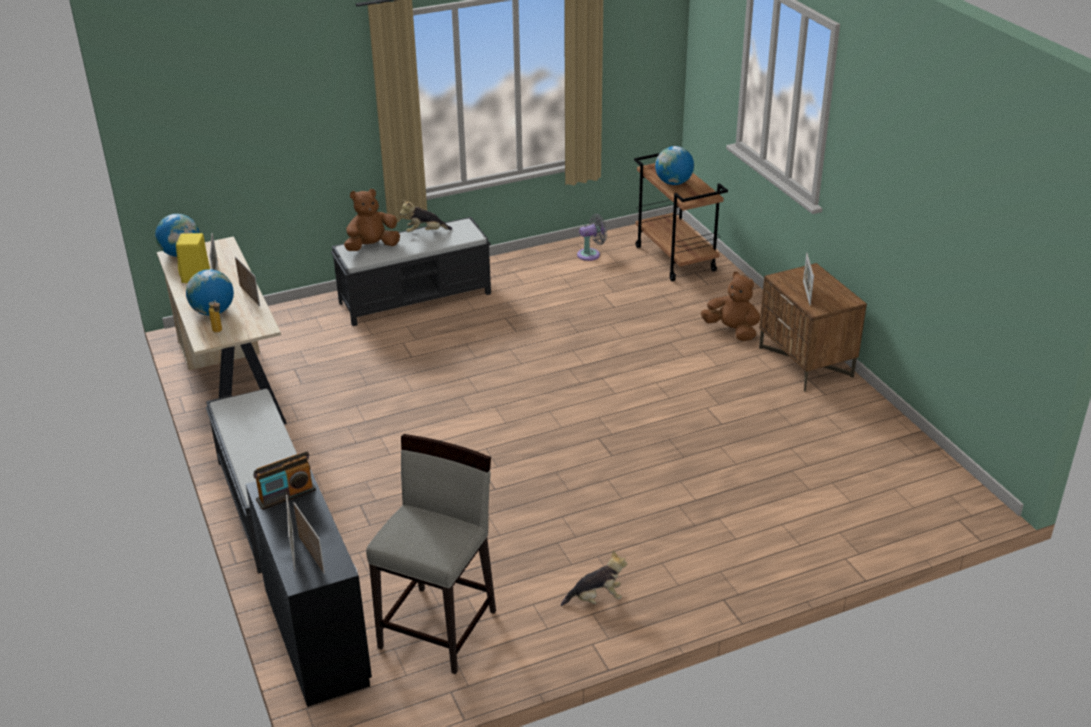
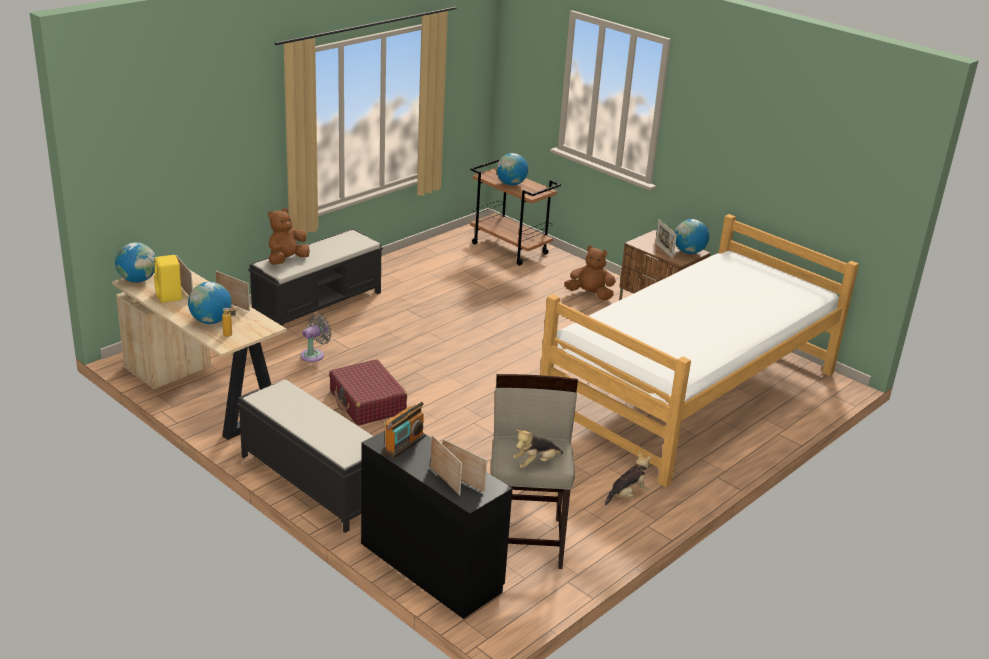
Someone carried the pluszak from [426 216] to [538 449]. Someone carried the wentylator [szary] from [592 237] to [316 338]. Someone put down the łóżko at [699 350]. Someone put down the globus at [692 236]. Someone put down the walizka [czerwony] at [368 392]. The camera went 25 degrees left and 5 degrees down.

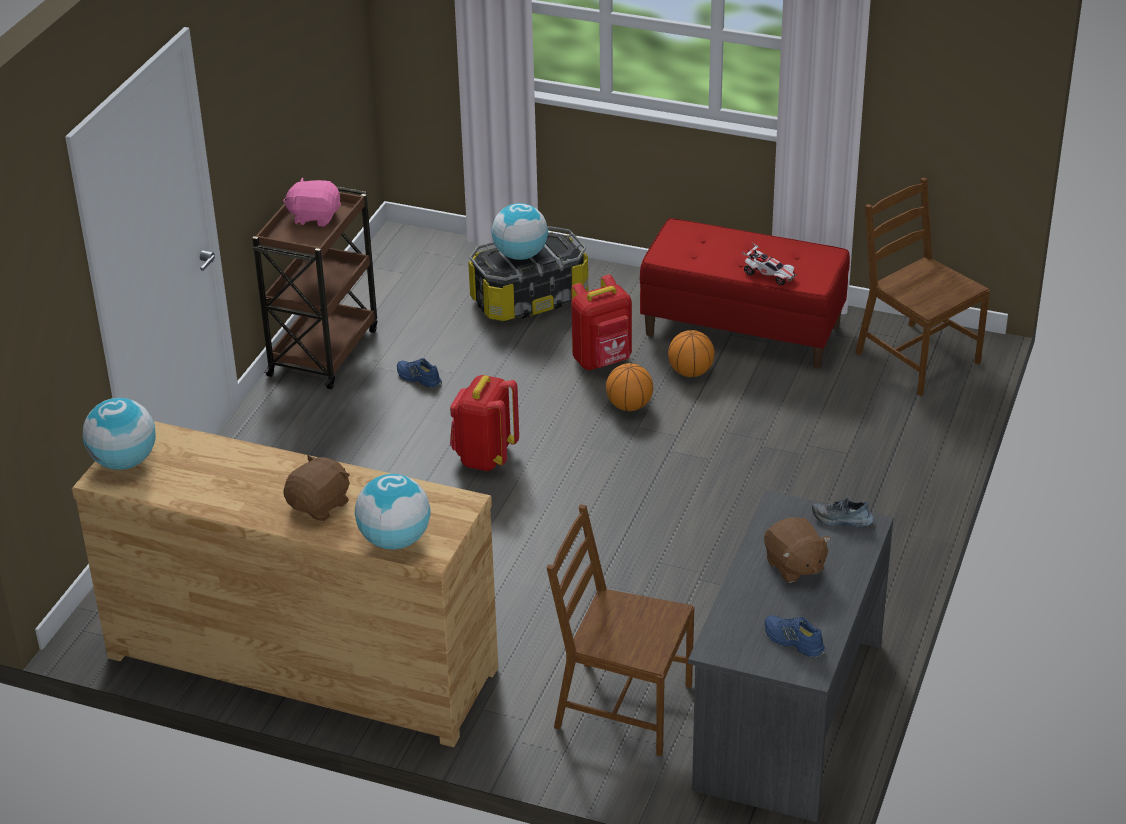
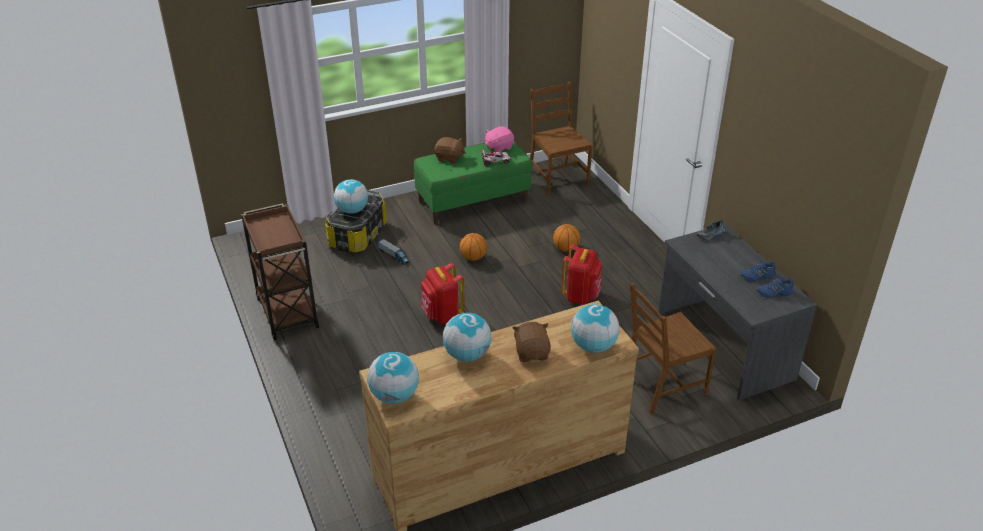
Someone carried the pluszak [różowy] from [312 202] to [499 139]. Someone rotated the krzesło [brązowy] at [922 286] by 60 degrees clockwise. Someone repainted the ławka [czerwony] at [745 293], which became the ławka [zielony] at [473 182]. Someone carried the plecak [czerwony] from [601 322] to [581 274]. Someone carried the piłka do koszykówki from [691 353] to [566 238]. Someone carried the but [niebieski] from [419 373] to [758 271]. Someone carried the pluszak [brązowy] from [797 550] to [450 150]. Someone put down the ciężarówka zabawkowa at [393 252]. Someone put down the globus at [467 337]. The camera went 45 degrees left and 0 degrees up.

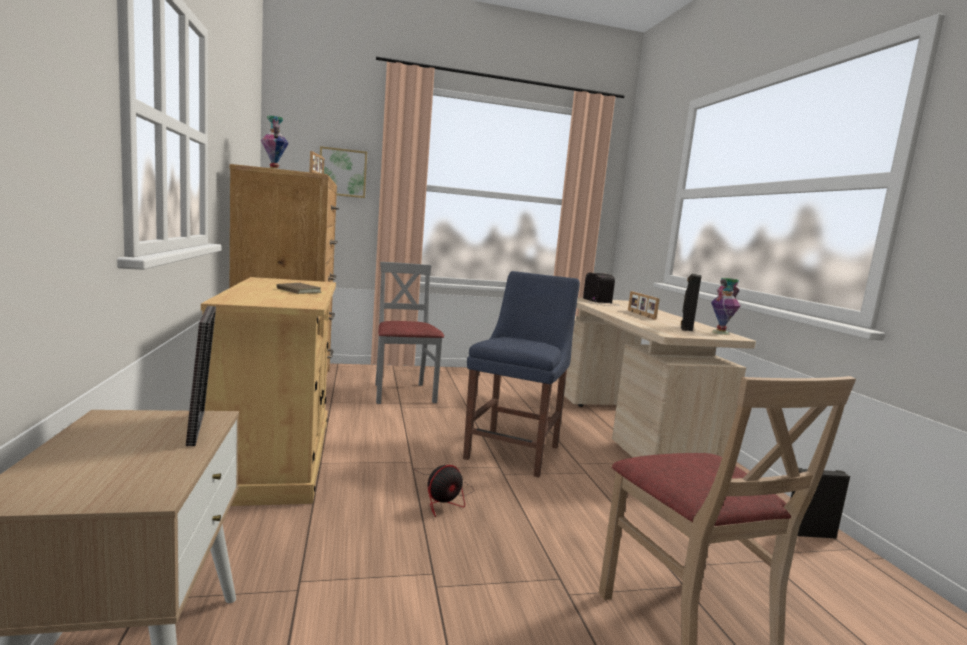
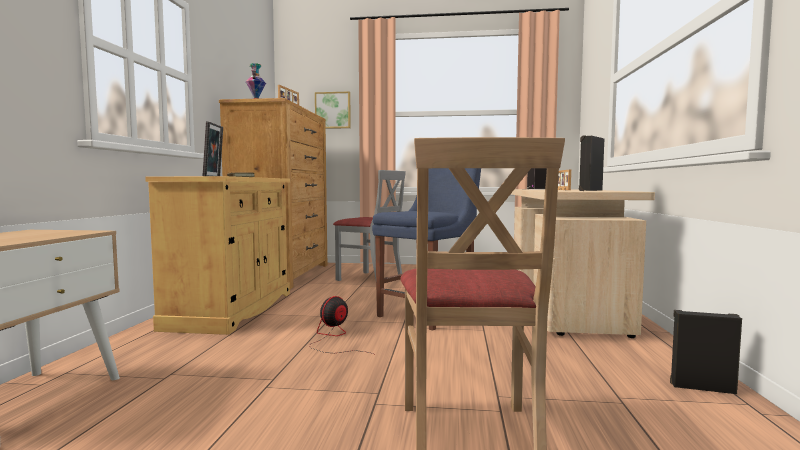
Someone rotated the krzesło [szary] at [409 333] by 120 degrees clockwise. Someone took away the wazon at [726 306]. Someone carried the ramka na zdjęcie from [201 376] to [213 149]. Someone rotated the wentylator at [444 491] by 150 degrees clockwise. The camera went 20 degrees right and 5 degrees down.

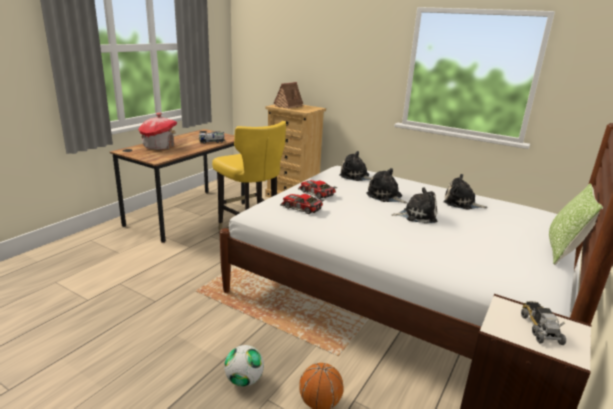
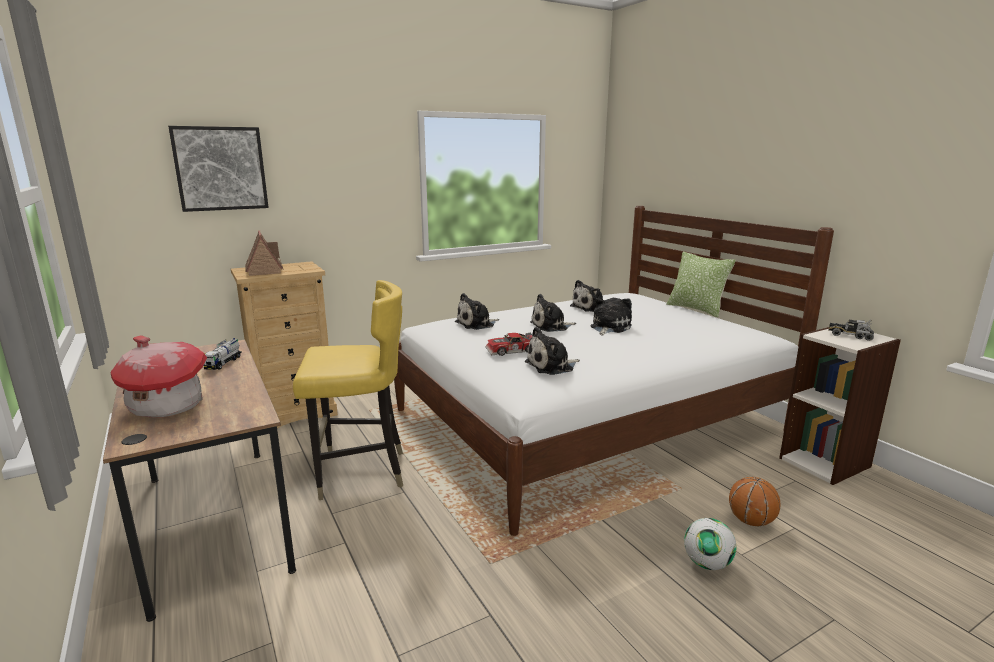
Someone swapped the samochodzik at [302 204] for the pluszak at [552 351]. Someone put up the obraz at [218 169]. The camera went 60 degrees left and 5 degrees down.

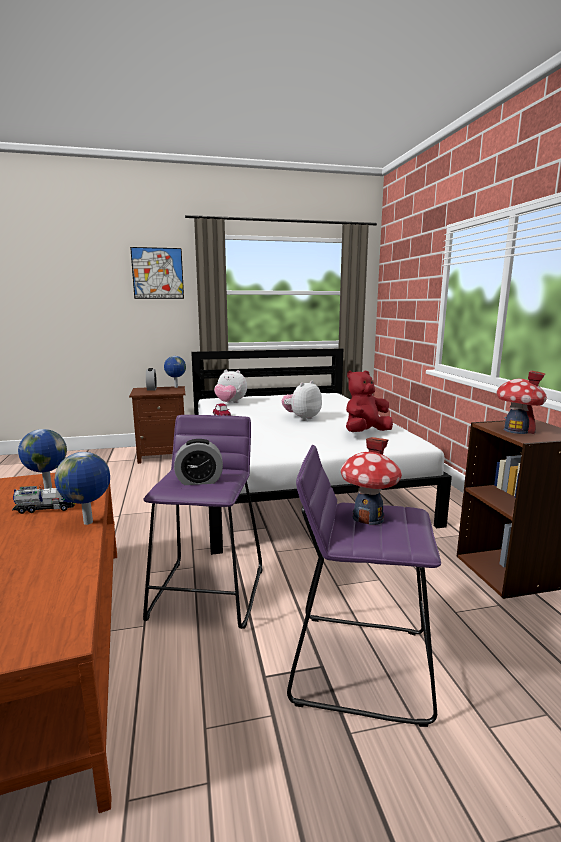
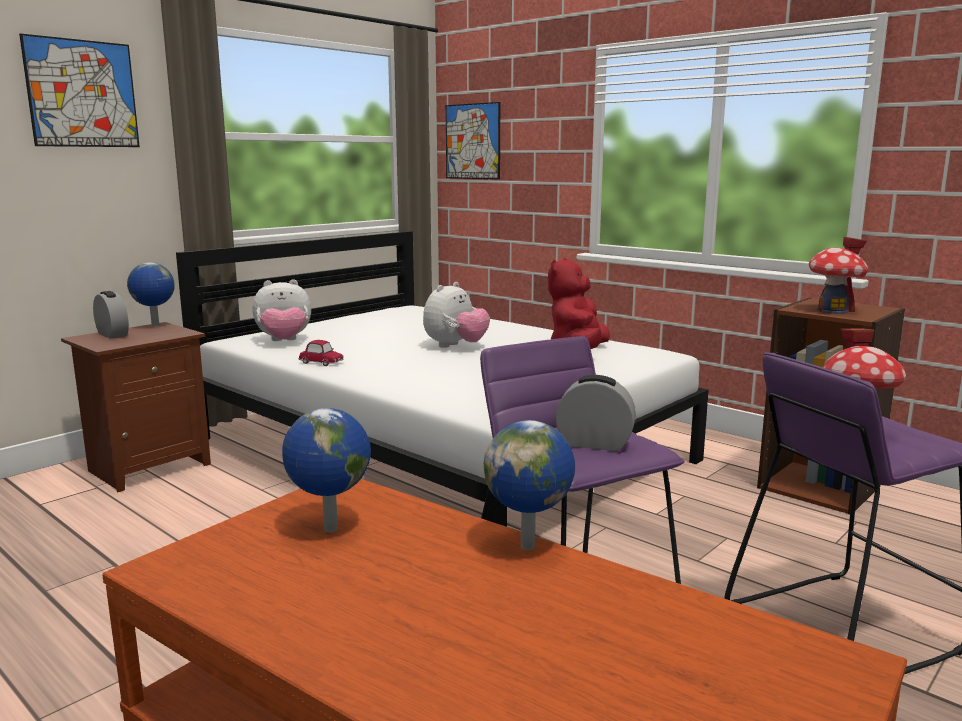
Someone rotated the pluszak at [302 400] by 150 degrees counterclockwise. Someone rotated the budzik at [198 462] by 120 degrees counterclockwise. Someone took away the ciężarówka zabawkowa at [44 499]. Someone put up the obraz at [473 140]. The camera went 35 degrees left and 0 degrees up.

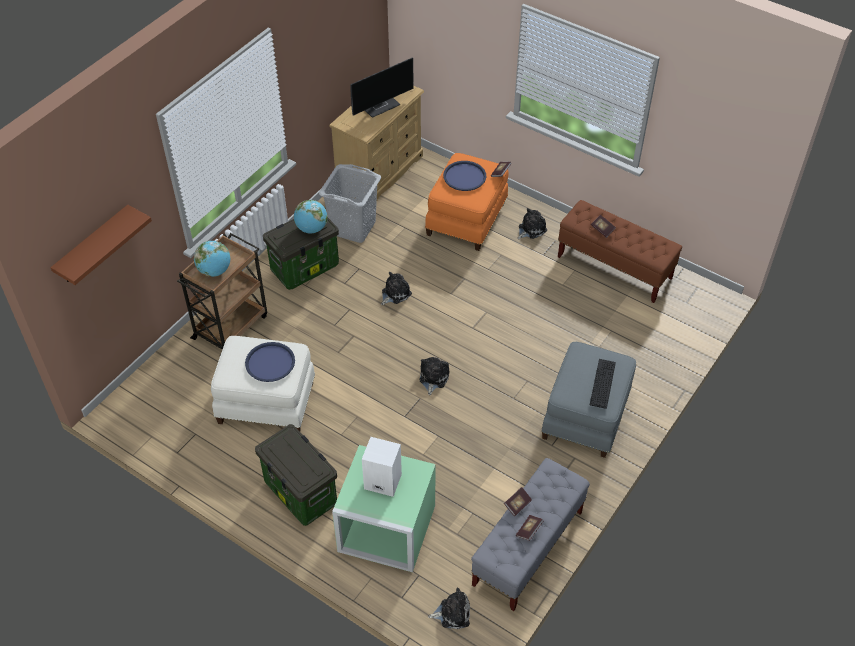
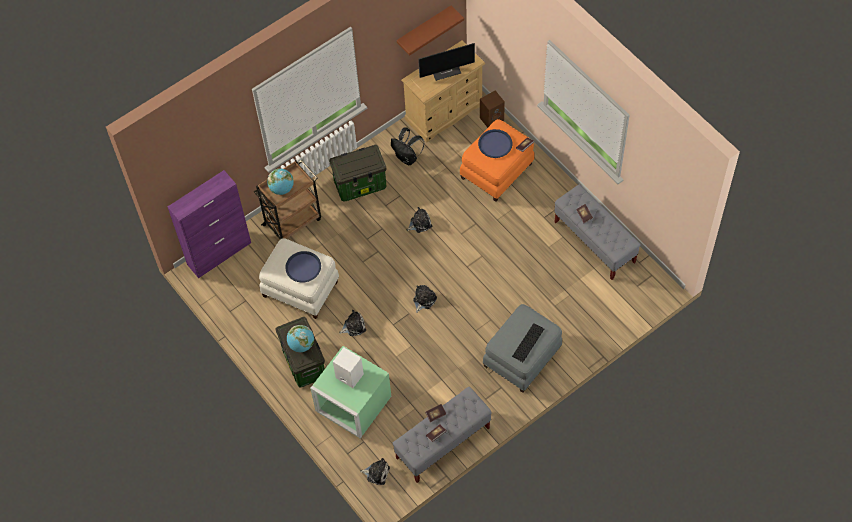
Someone swapped the kosz na pranie [szary] at [350 203] for the plecak [czarny] at [408 146]. Someone carried the globus from [311 216] to [300 338]. Someone repainted the ławka [brązowy] at [620 251], which became the ławka [szary] at [597 232]. Someone carried the półka [brązowy] from [101 245] to [430 30]. Someone carried the pluszak from [532 223] to [352 323]. Someone put down the głośnik [brązowy] at [492 109]. Someone put down the szafka [fioletowy] at [209 224]. The camera went 20 degrees right and 10 degrees up.

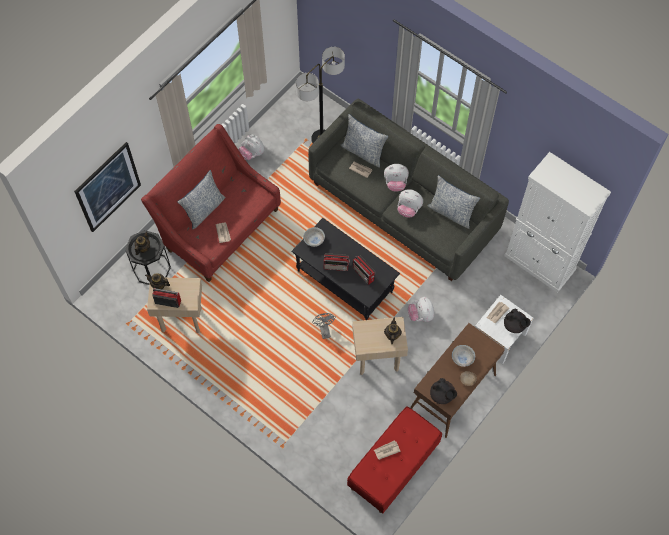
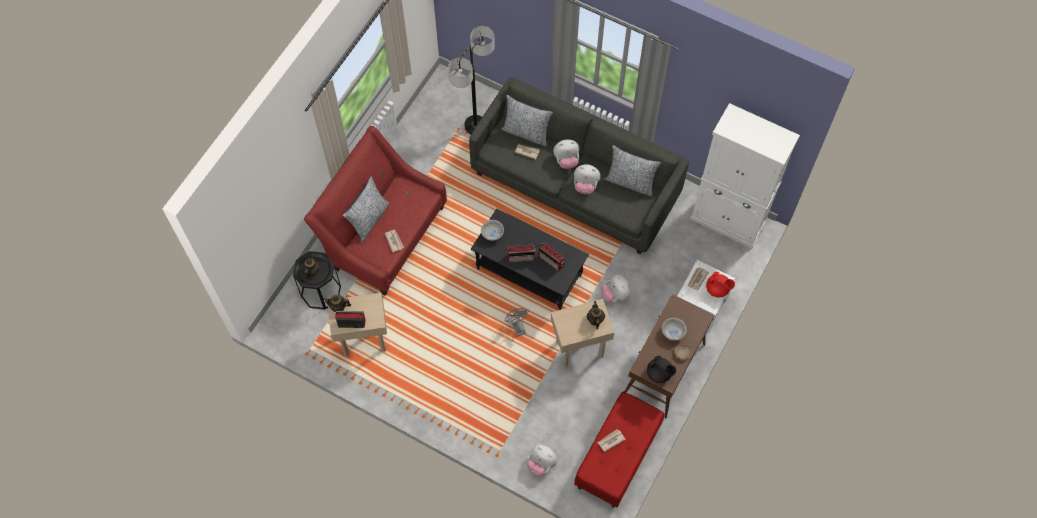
Someone carried the pluszak from [252 147] to [542 460]. Someone took away the obraz at [107 187]. Someone repainted the imbryk [czarny] at [517 321], which became the imbryk [czerwony] at [720 284]. The camera went 10 degrees left and 0 degrees up.

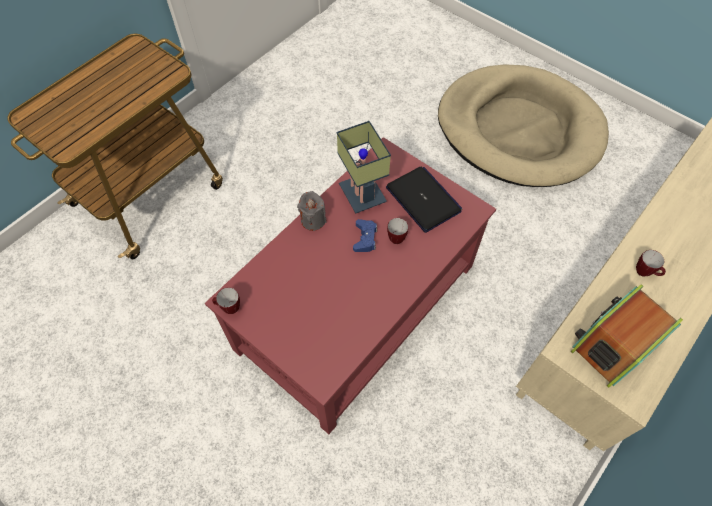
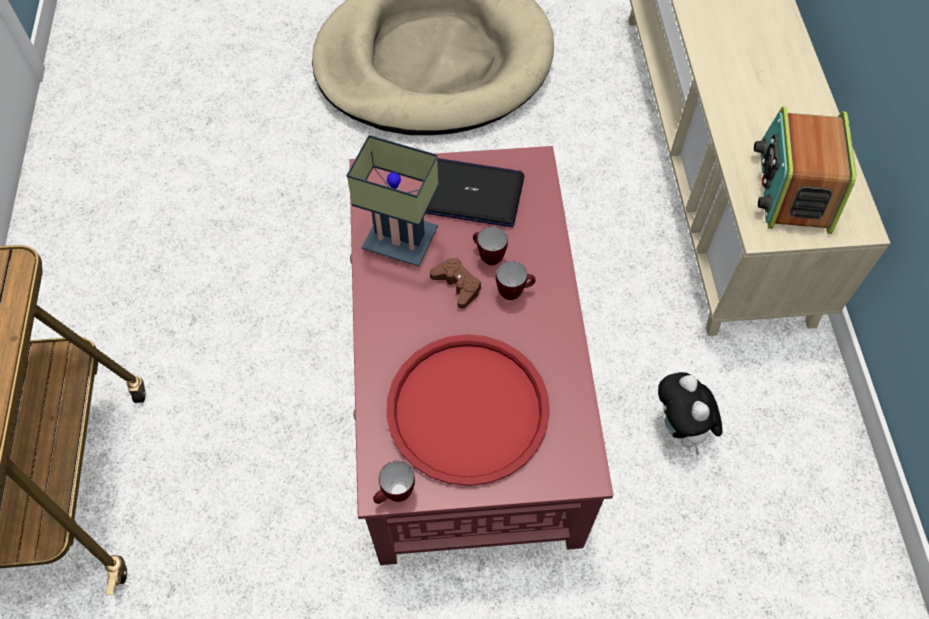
Someone took away the świeca [szary] at [312 211]. Someone repainted the pad do gier [niebieski] at [365 235], which became the pad do gier [brązowy] at [455 283]. Someone carried the kubek from [651 263] to [516 280]. Someone put down the taca [czerwony] at [468 410]. Someone put down the pluszak at [690 413]. The camera went 45 degrees left and 0 degrees up.

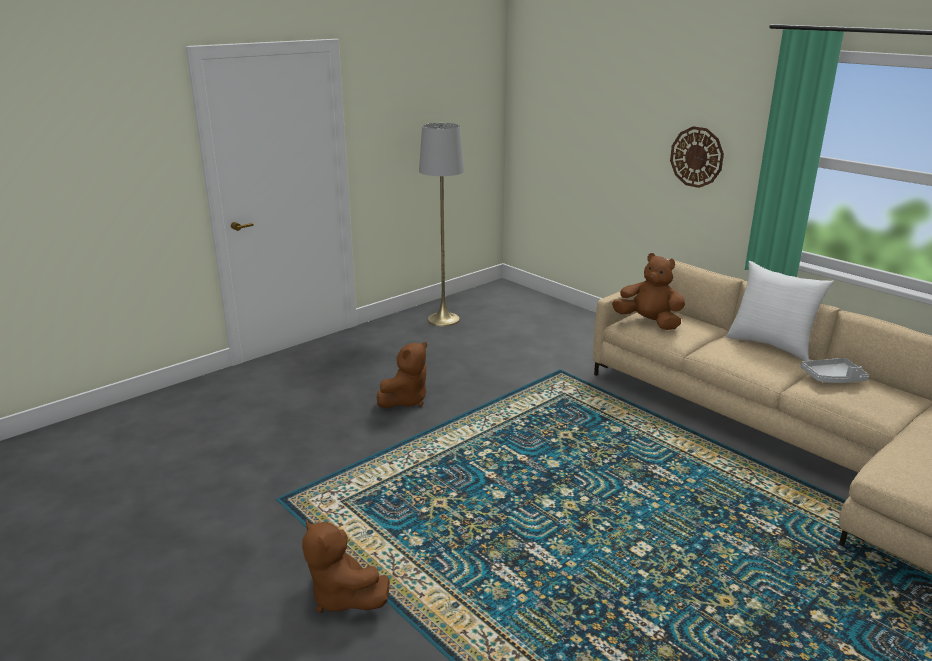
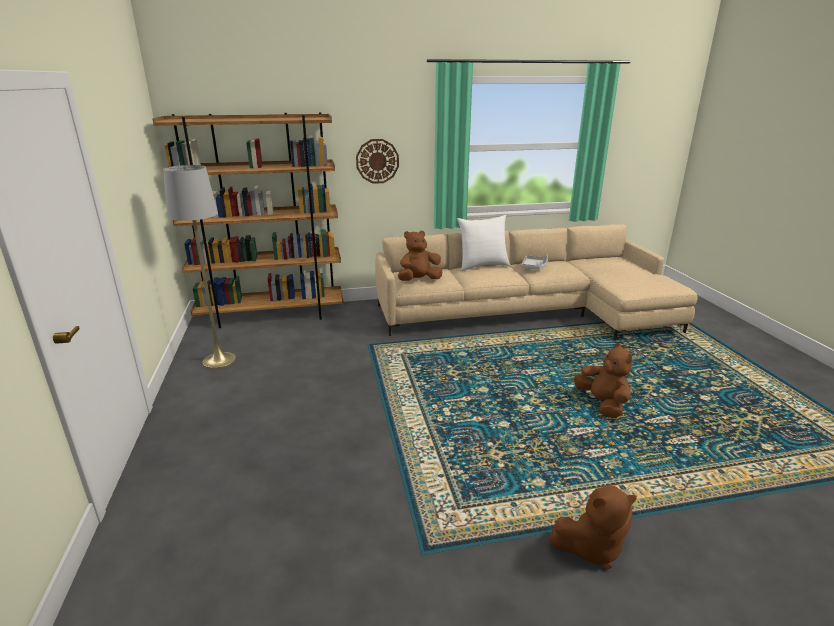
Someone carried the pluszak [brązowy] from [402 375] to [603 380]. Someone put down the regał [brązowy] at [248 220]. The camera went 60 degrees left and 0 degrees up.

